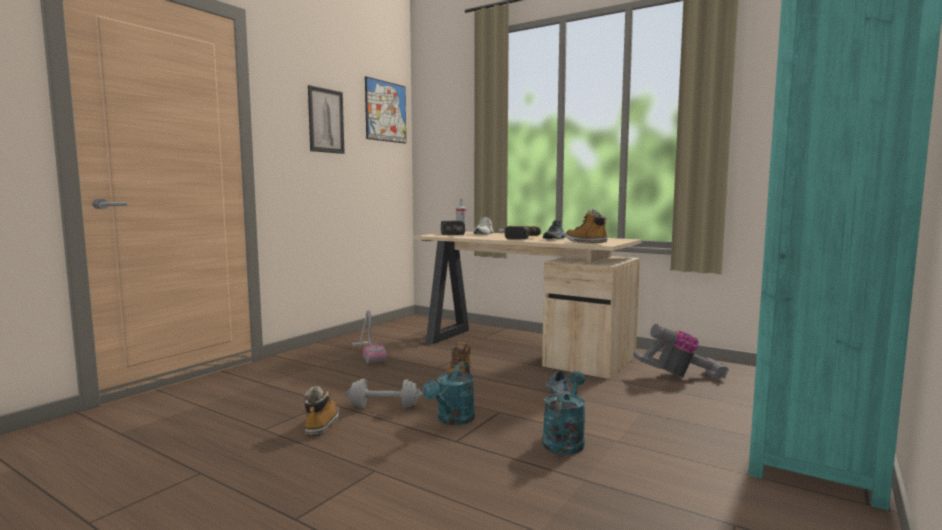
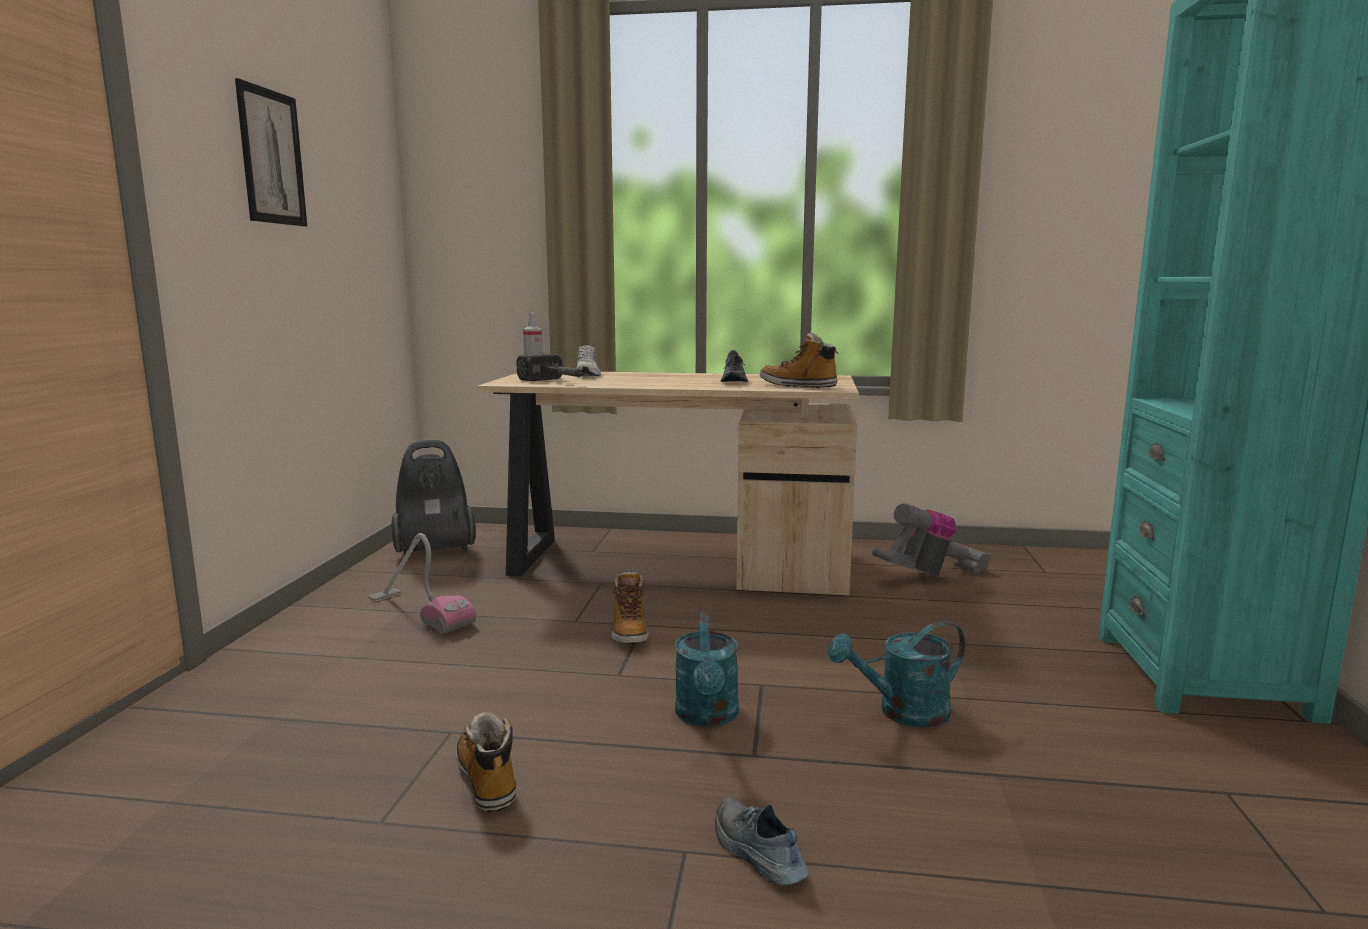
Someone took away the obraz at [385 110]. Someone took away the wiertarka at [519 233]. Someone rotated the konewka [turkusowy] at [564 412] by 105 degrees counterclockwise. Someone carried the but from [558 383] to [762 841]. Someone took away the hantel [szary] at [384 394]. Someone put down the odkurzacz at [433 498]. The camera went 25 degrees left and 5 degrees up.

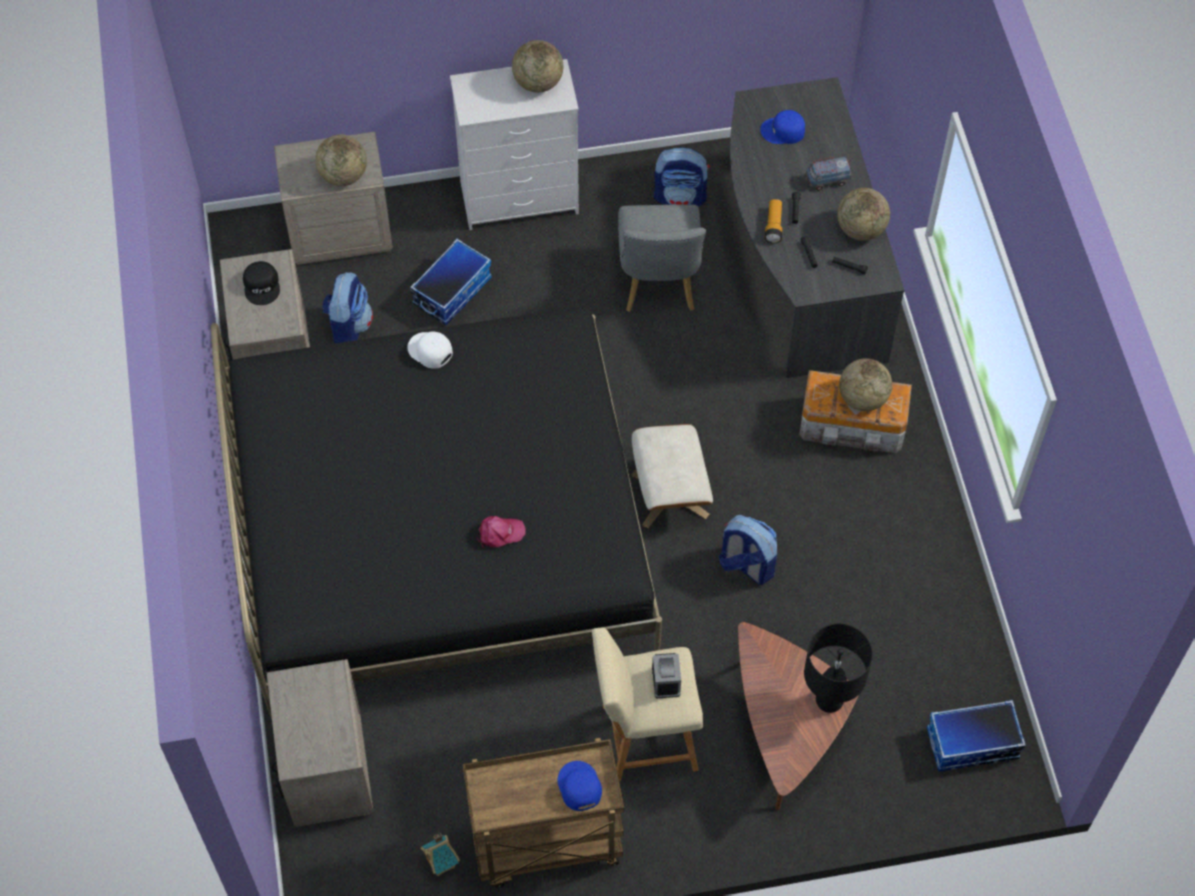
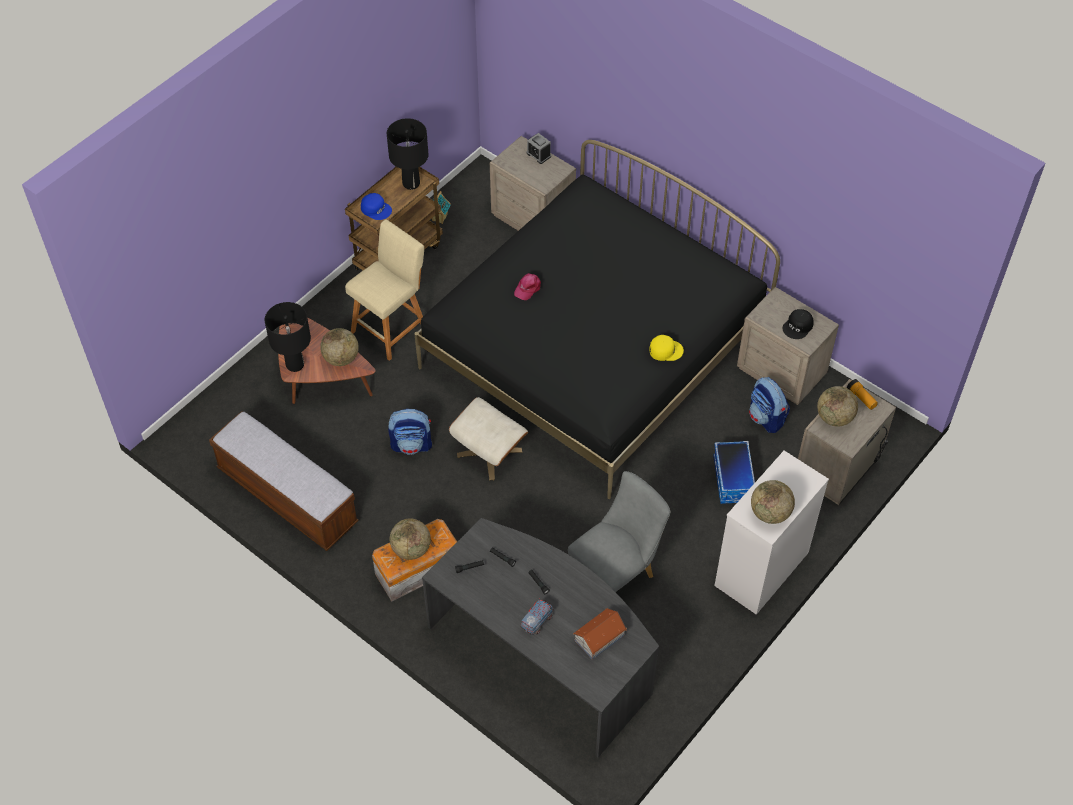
Someone swapped the czapka z daszkiem [niebieski] at [782 127] for the domek at [600 634]. Someone took away the plecak at [682 177]. Someone carried the globus from [863 214] to [339 347]. Someone carried the latarka from [774 221] to [862 394]. Someone rotated the krzesło [szary] at [662 258] by 90 degrees clockwise. Someone rotated the czapka z daszkiem [czarny] at [261 283] by 90 degrees counterclockwise. Someone repainted the czapka z daszkiem [biały] at [430 350], which became the czapka z daszkiem [żółty] at [667 348]. Someone carried the budzik from [666 675] to [539 148]. Someone took away the pojemnik do przechowywania at [976 735]. Someone put down the lampa stołowa [czarny] at [408 154]. Someone put down the ławka at [284 481]. The camera went 140 degrees right and 5 degrees down.

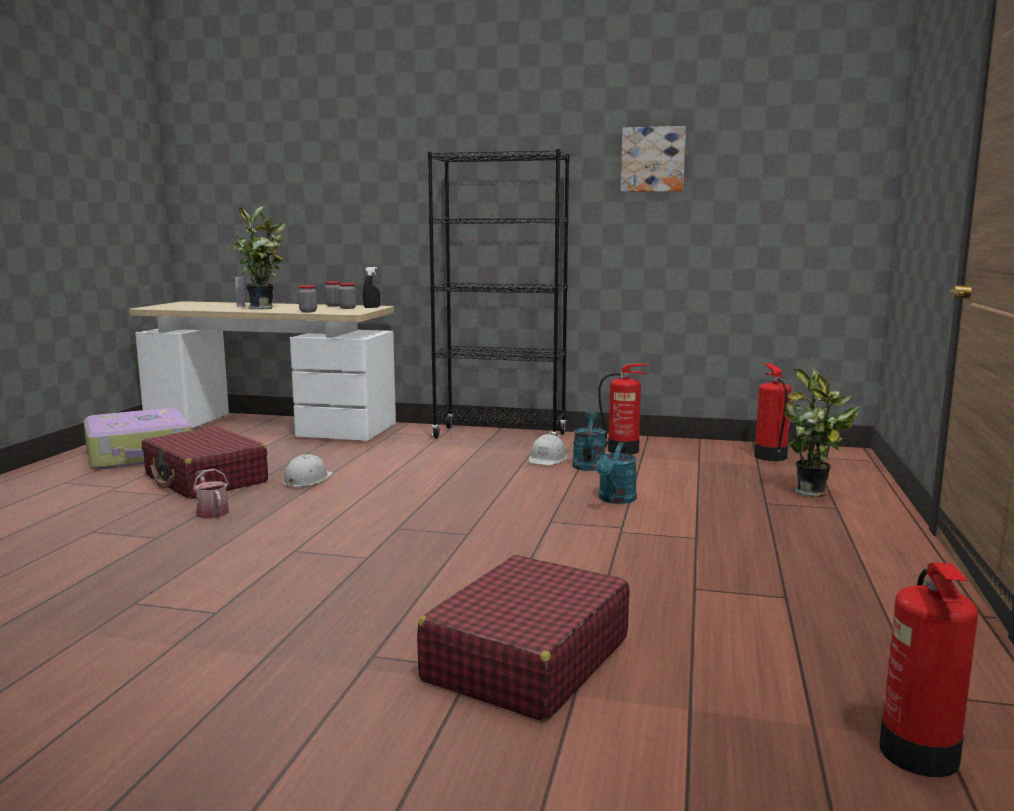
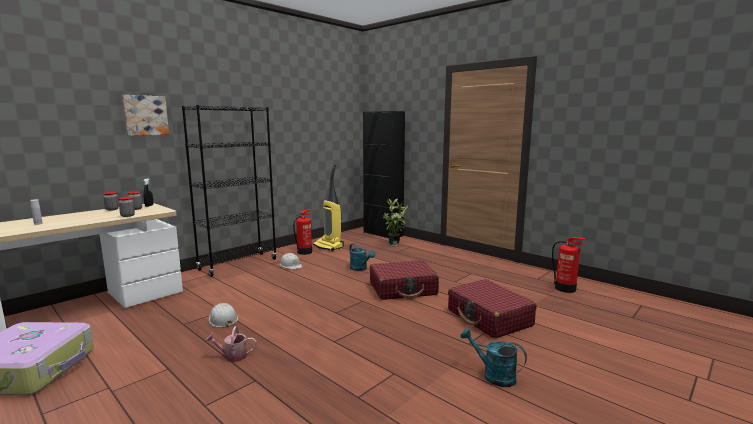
Someone carried the obraz from [653 159] to [145 115]. Someone took away the roślina doniczkowa at [259 257]. Someone took away the gaśnica at [773 412]. Someone carried the konewka [turkusowy] from [589 441] to [493 357]. Someone carried the walizka [czerwony] from [205 462] to [404 280]. Someone put down the szafka [czarny] at [384 174]. Someone put down the odkurzacz at [328 207]. The camera went 60 degrees left and 0 degrees up.

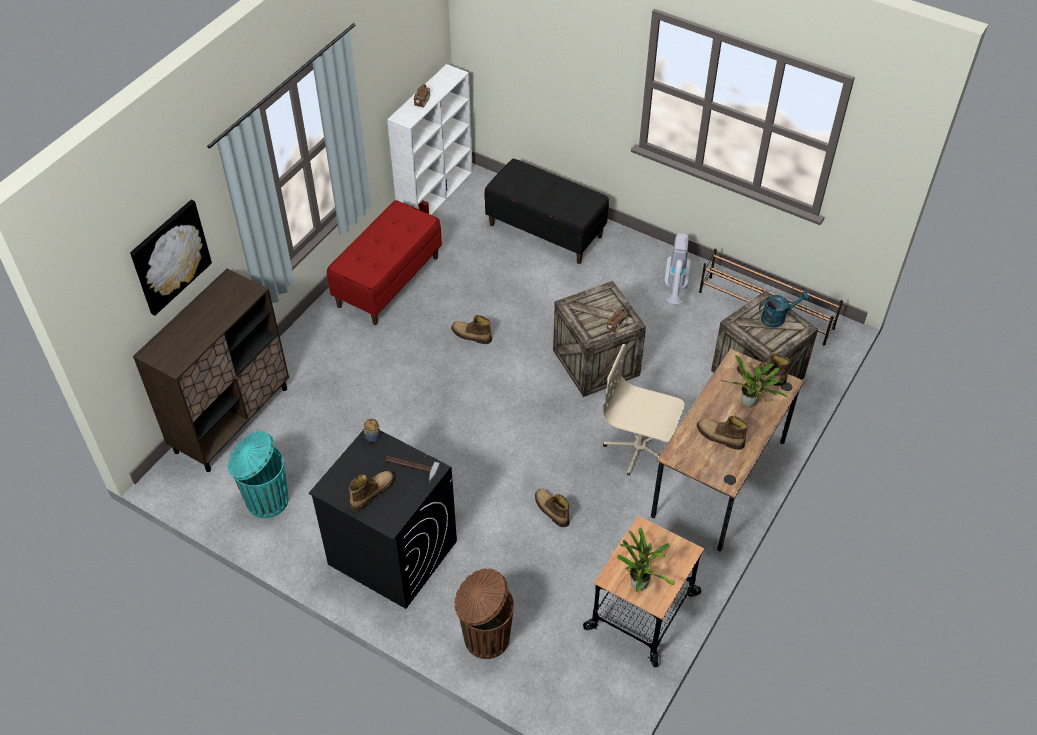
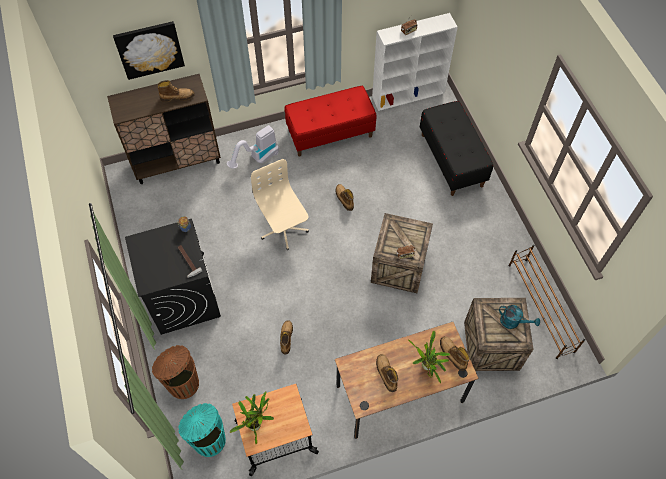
Someone carried the odkurzacz from [677 269] to [253 147]. Someone carried the krzesło biurowe [beżowy] from [643 409] to [280 204]. Someone carried the kosz na śmieci [turkusowy] from [258 474] to [202 430]. Someone carried the but z cholewką from [372 491] to [176 91]. The camera went 40 degrees right and 10 degrees up.

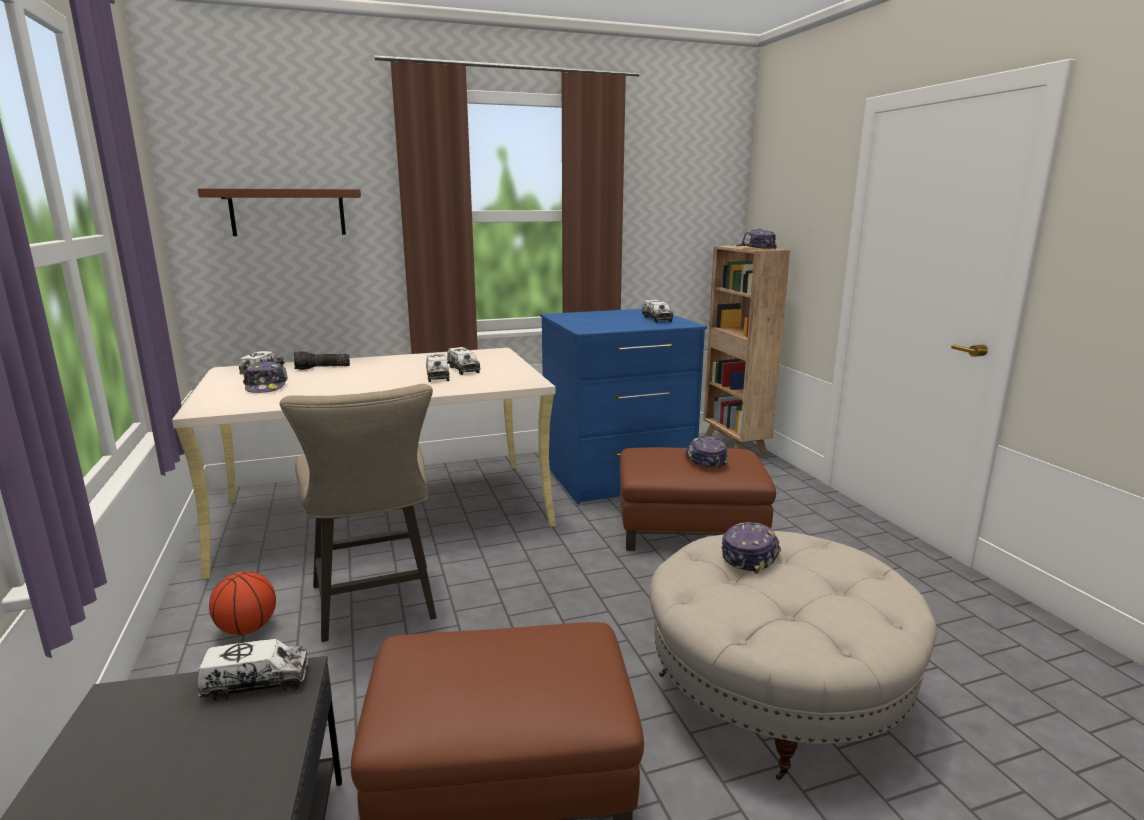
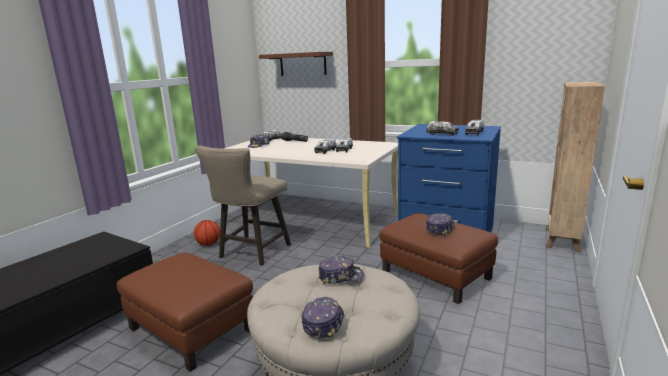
Someone carried the czapka z daszkiem from [756 239] to [322 318]. Someone carried the ciężarówka zabawkowa from [252 669] to [443 128]. The camera went 45 degrees right and 0 degrees up.

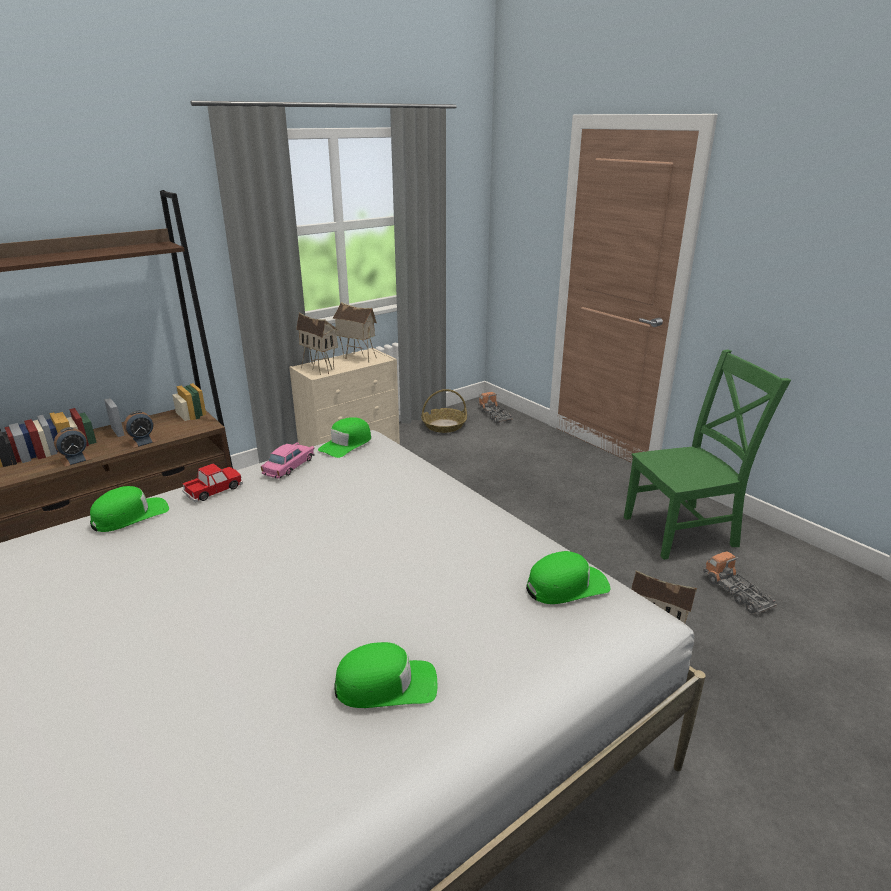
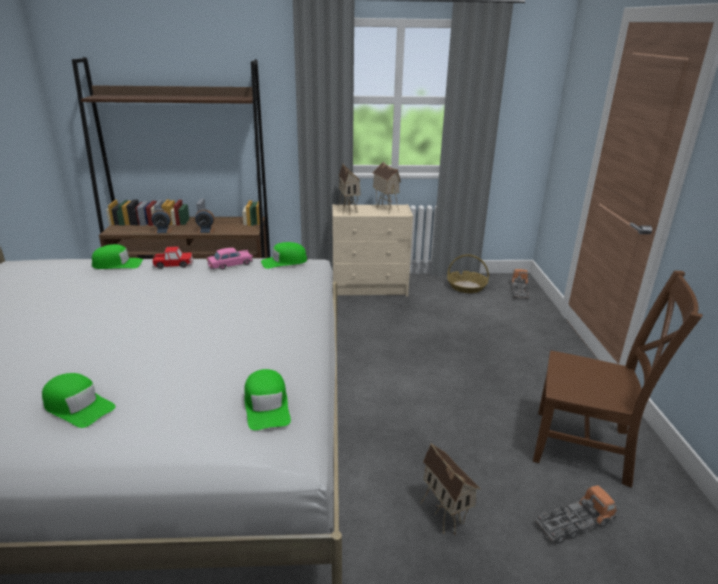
Someone repainted the krzesło [zielony] at [707 454], which became the krzesło [brązowy] at [618 379]. Someone rotated the czapka z daszkiem [zielony] at [568 577] by 60 degrees clockwise. Someone rotated the ciężarówka zabawkowa at [740 582] by 60 degrees clockwise. The camera went 35 degrees right and 0 degrees up.

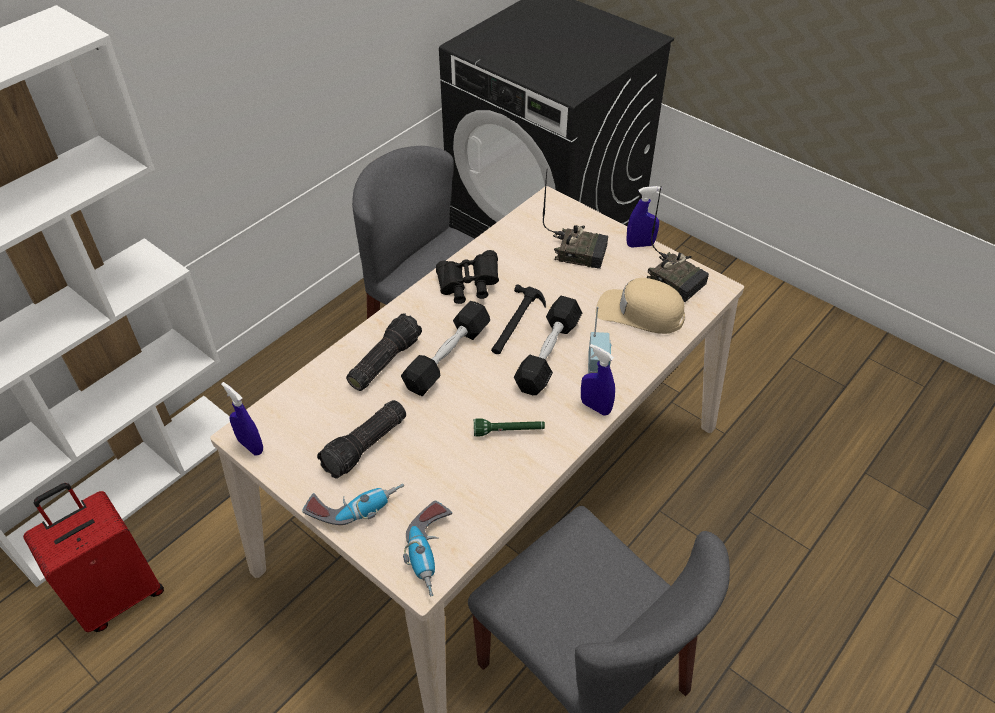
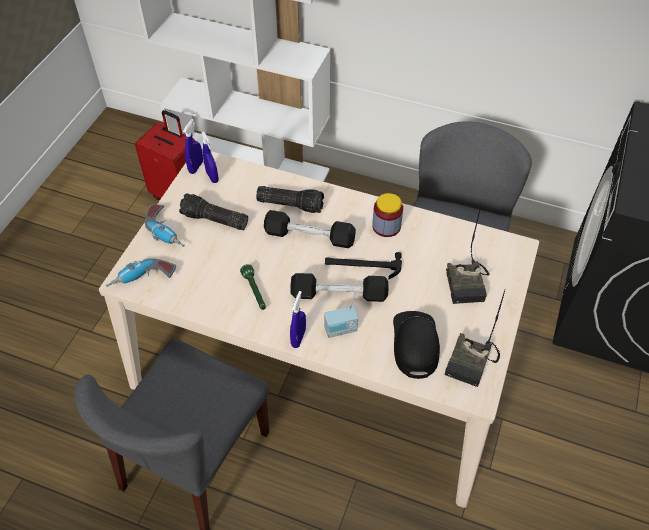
Someone carried the spryskiwacz [niebieski] from [644 217] to [210 157]. Someone swapped the lornetka [czarny] at [467 277] for the słoik at [387 215]. Someone repainted the czapka z daszkiem [beżowy] at [640 306], which became the czapka z daszkiem [czarny] at [416 345]. The camera went 70 degrees right and 5 degrees up.

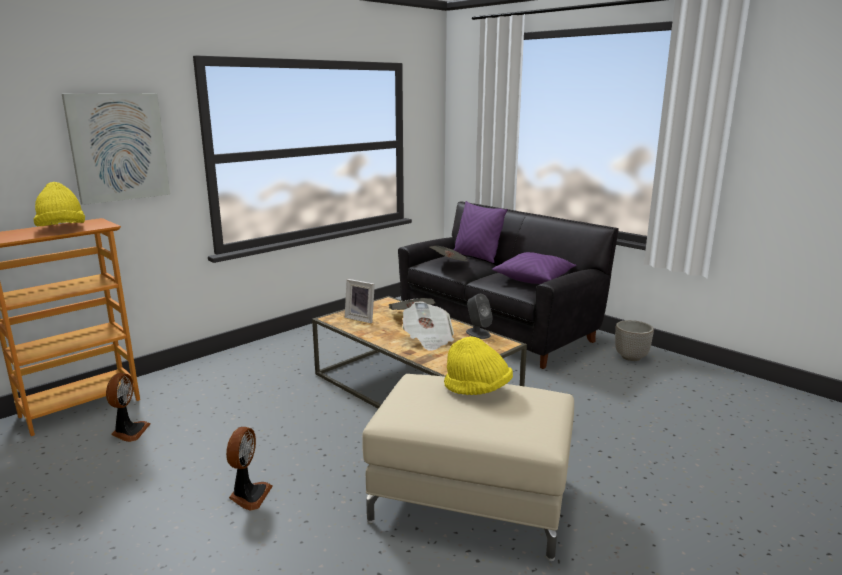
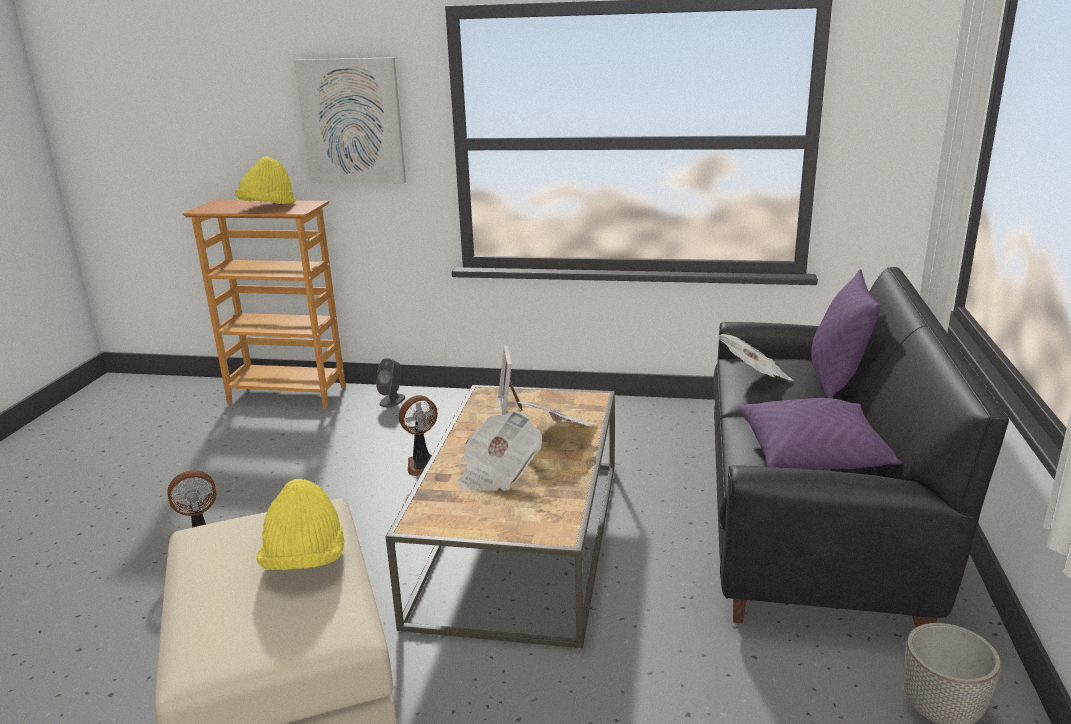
Someone carried the głośnik [szary] from [479 316] to [390 382]. Someone carried the wentylator from [128 407] to [418 435]. The camera went 55 degrees right and 5 degrees up.

